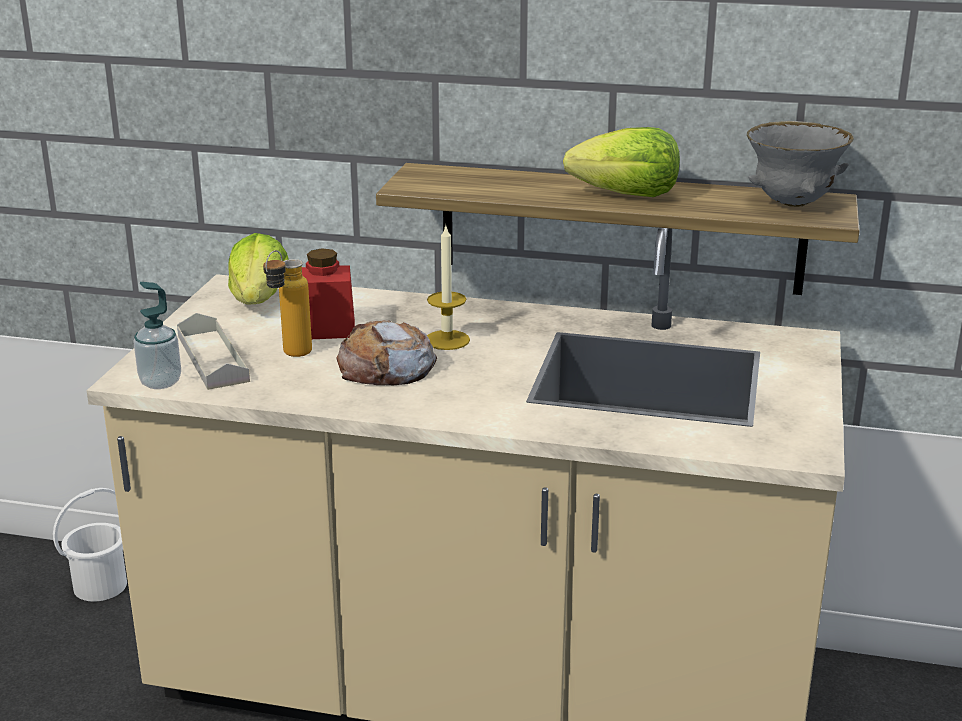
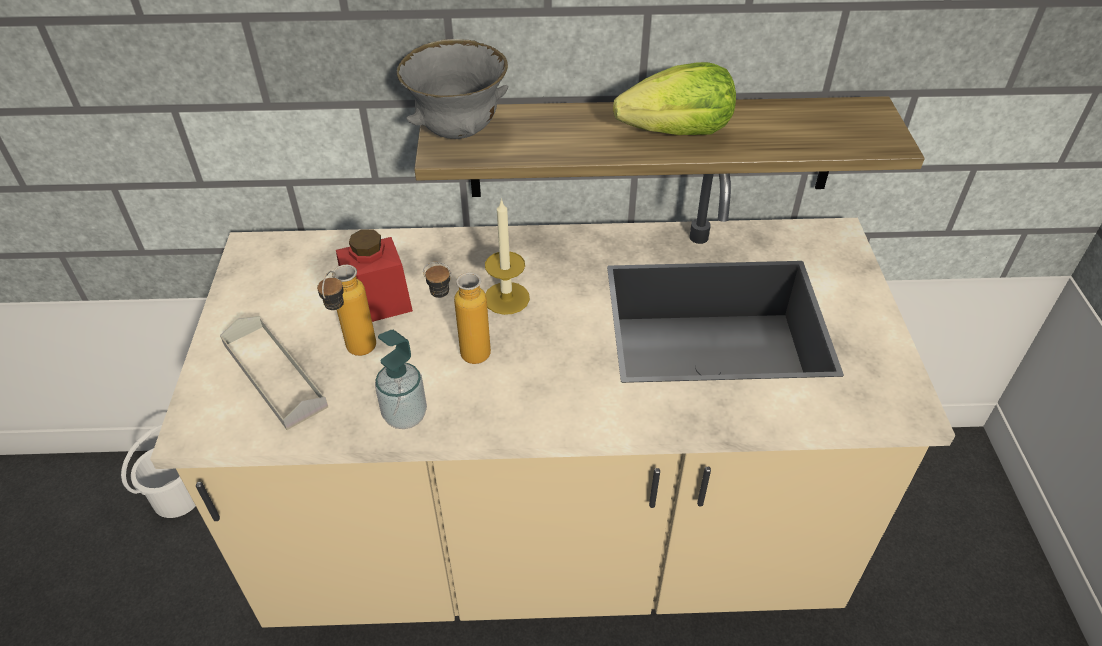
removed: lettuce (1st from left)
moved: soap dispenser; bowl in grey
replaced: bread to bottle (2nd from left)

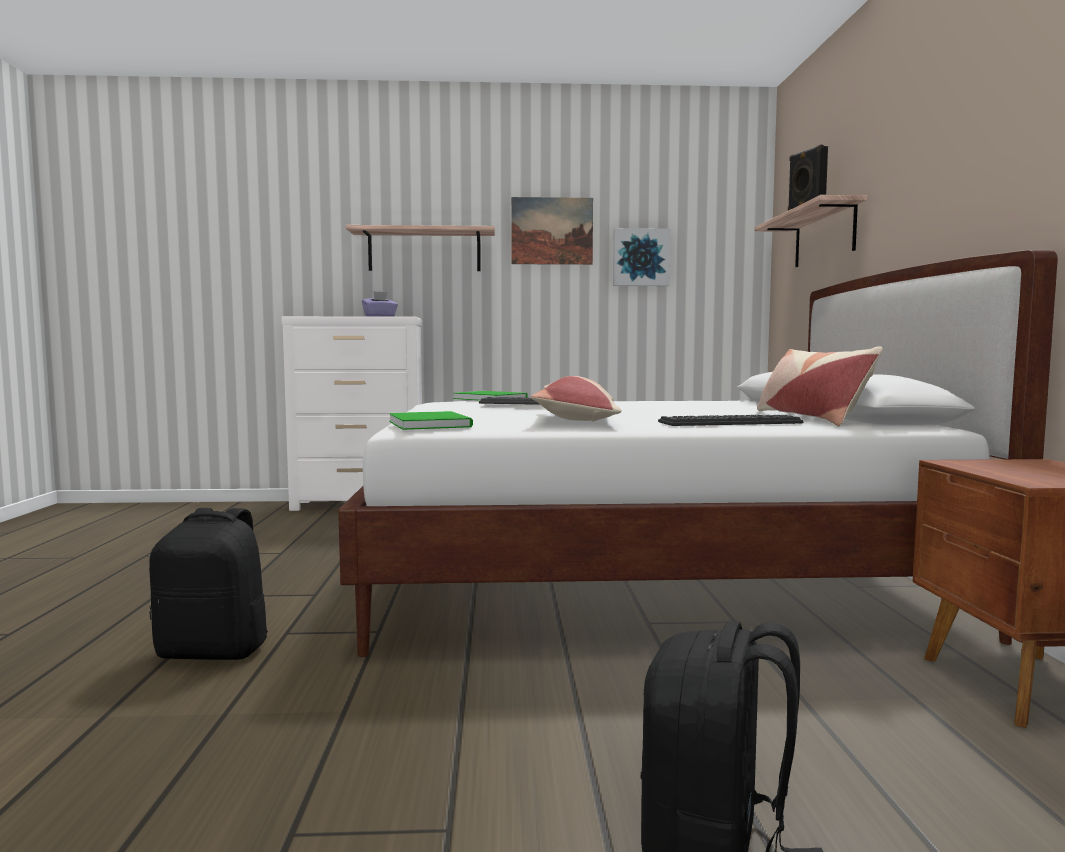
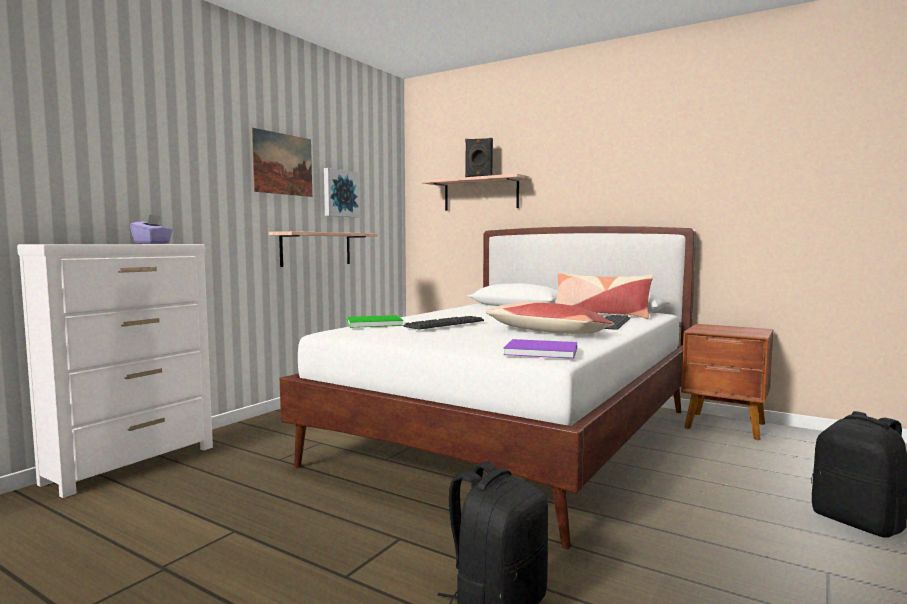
moved: shelf (1st from left)
recoloured: book in green (1st from left) to book in purple

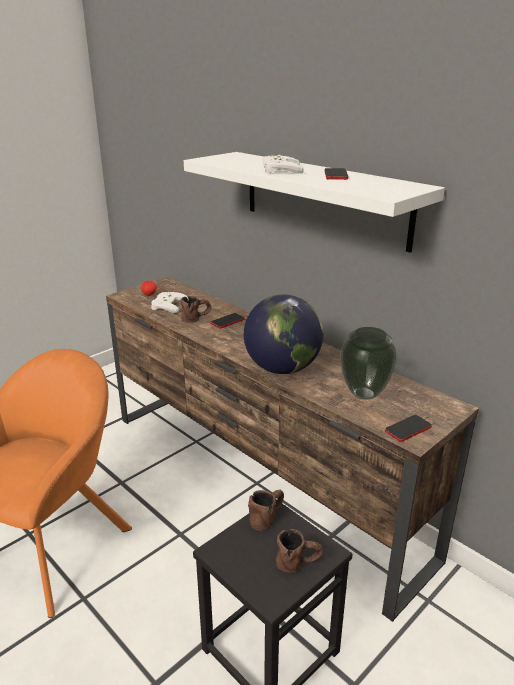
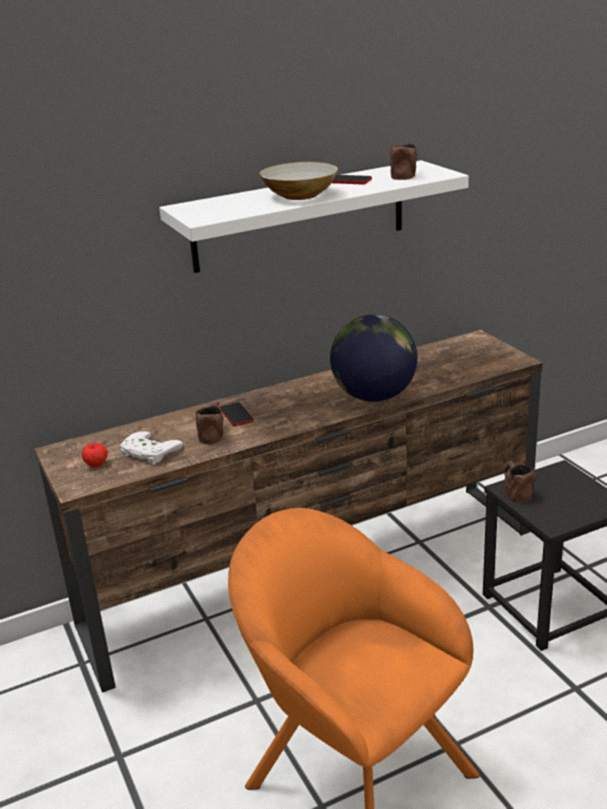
removed: vase; phone (3rd from left)
moved: mug in brown (3rd from left in the first image) to mug in brown (2nd from left)
replaced: game controller in white (2nd from left) to bowl

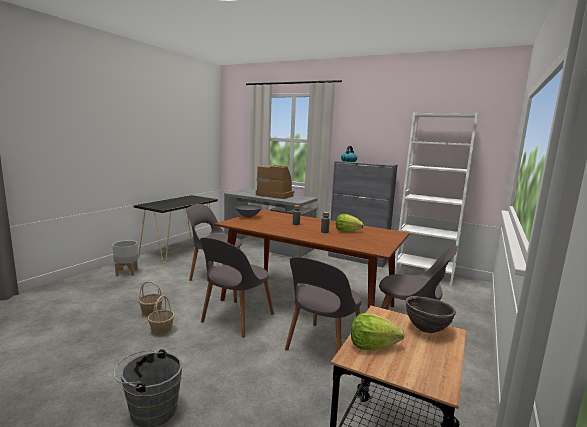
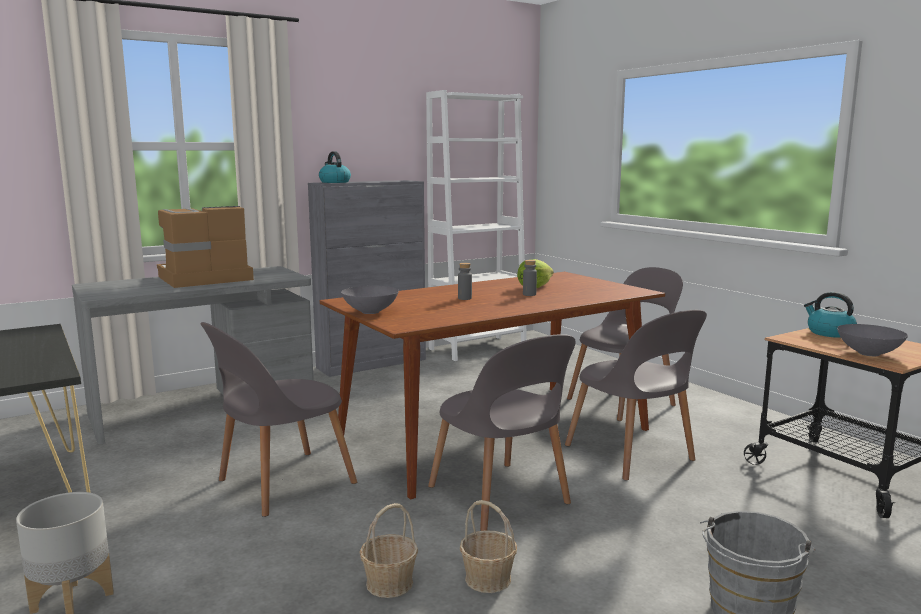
replaced: lettuce (2nd from left) to bowl in grey (2nd from left); bowl in brown to kettle (2nd from left)

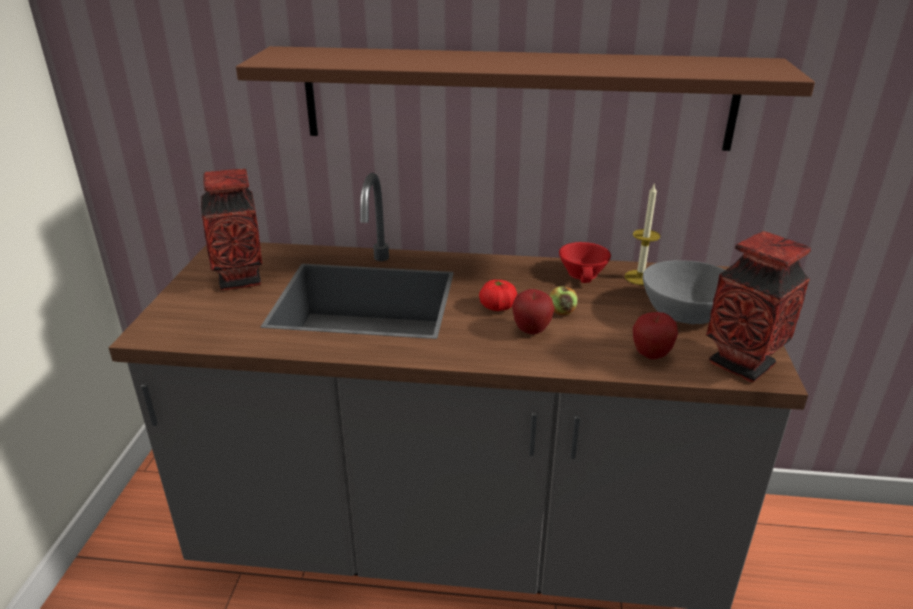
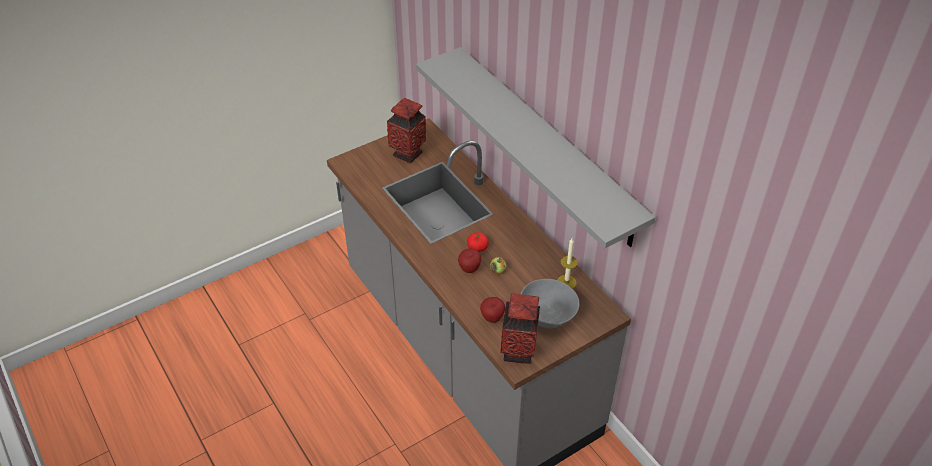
removed: cup in red
recoloured: shelf in brown to shelf in grey

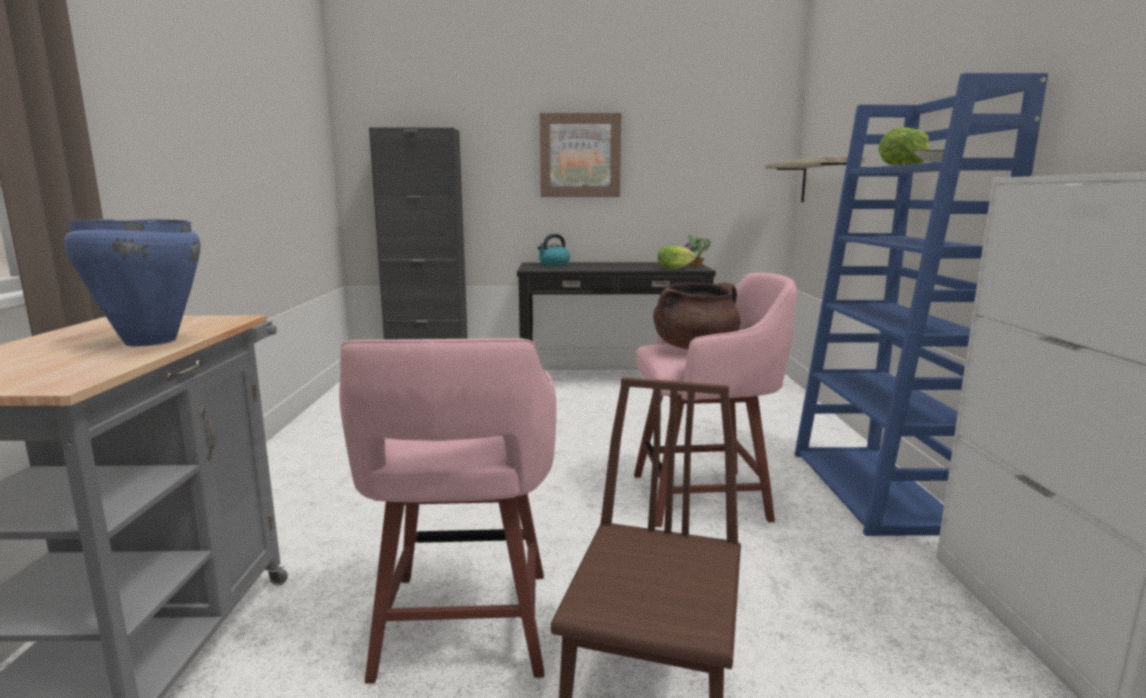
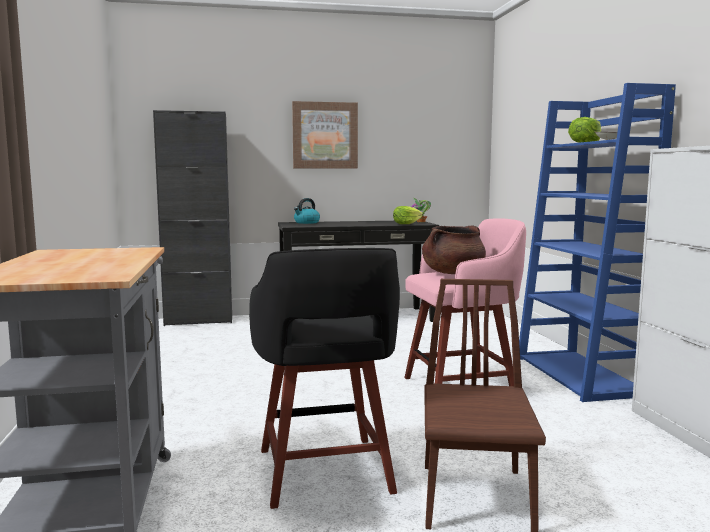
removed: cooking pot in blue; shelf
recoloured: stool in pink (1st from left) to stool in black

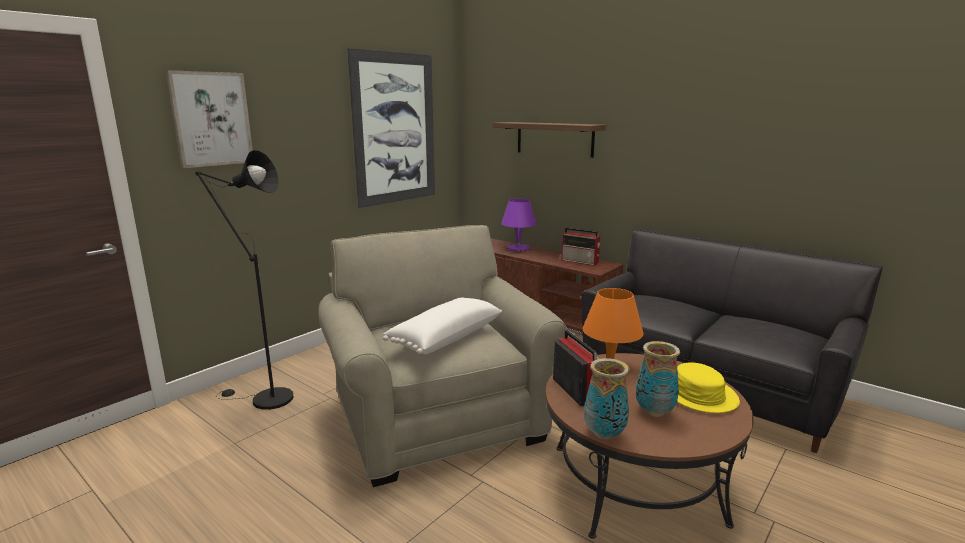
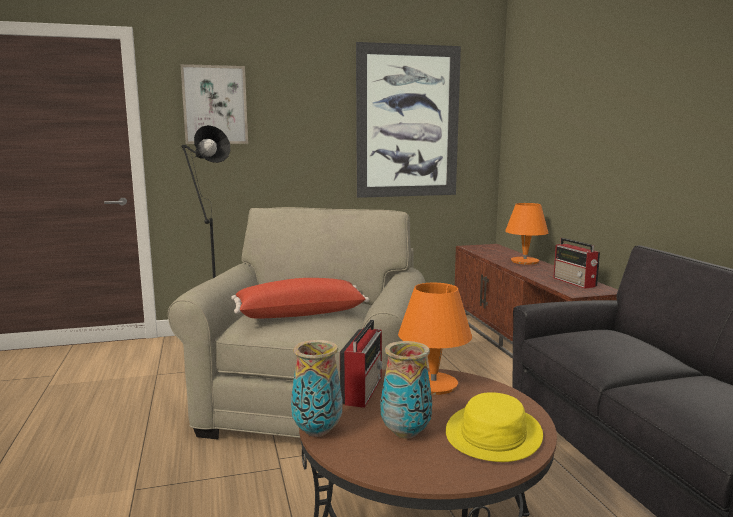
removed: shelf
recoloured: pillow in white to pillow in red; table lamp in purple to table lamp in orange (2nd from left)

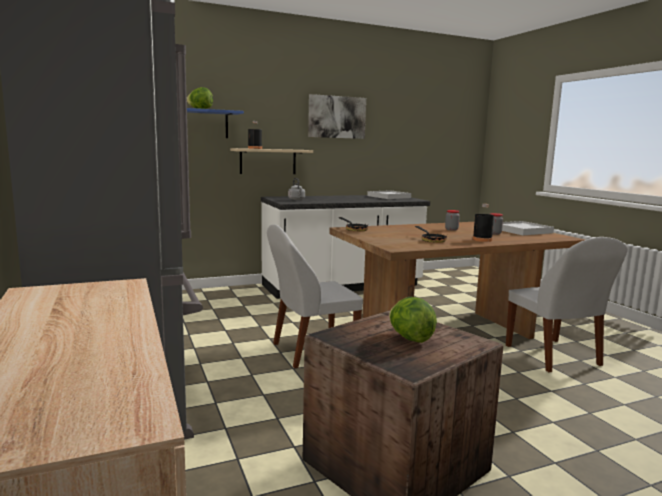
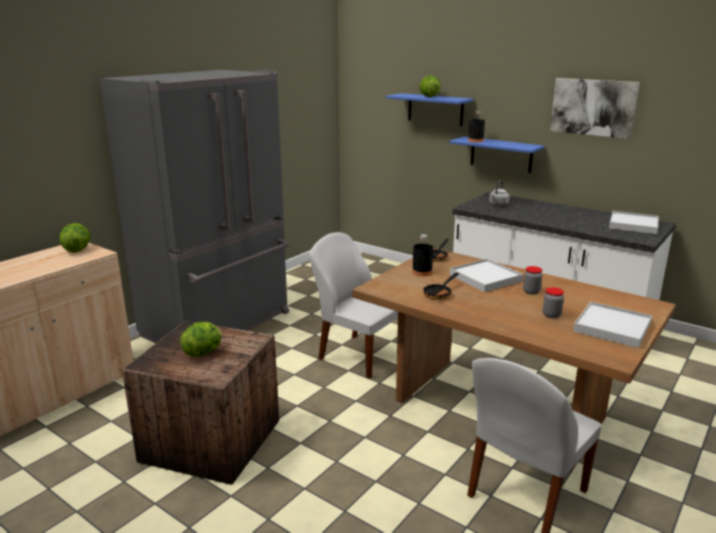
added: lettuce (1st from left); tray in white (1st from left)
moved: bottle in black (2nd from left in the first image) to bottle in black (1st from left)
recoloured: shelf in beige to shelf in blue (2nd from left)

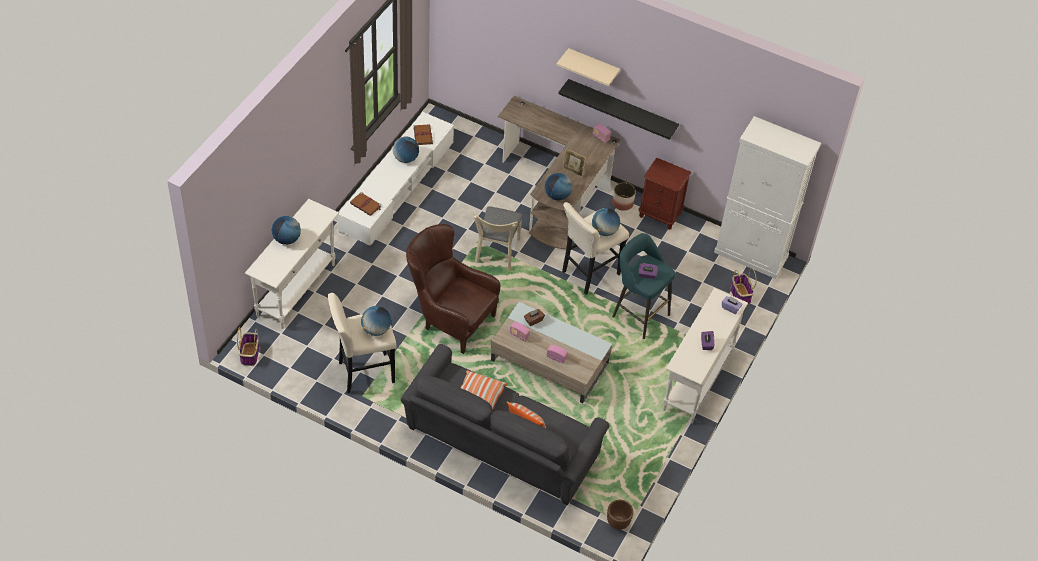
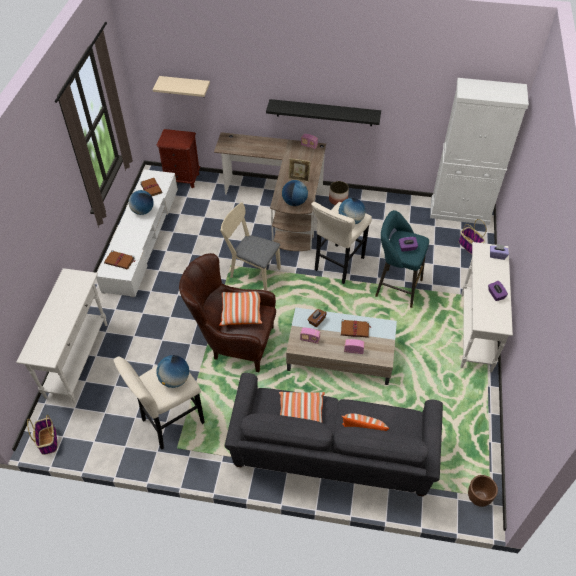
removed: globe (1st from left)
added: pillow (1st from left); book in brown (3rd from left)
moved: shelf in beige; nightstand in brown
turned: chair in beige 120 degrees clockwise

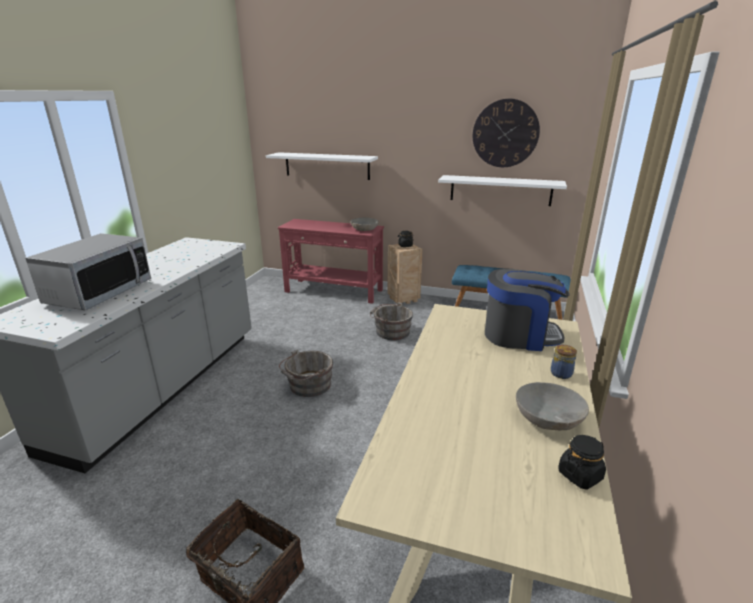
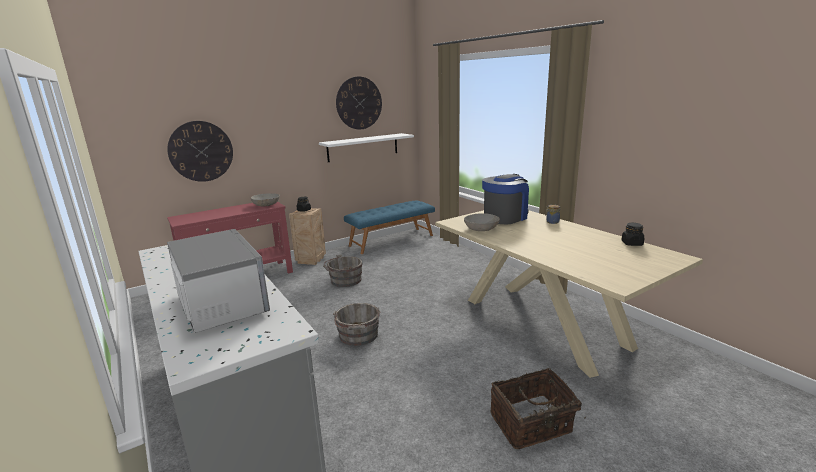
moved: bowl in grey (2nd from left)
replaced: shelf in white (1st from left) to wall clock (1st from left)

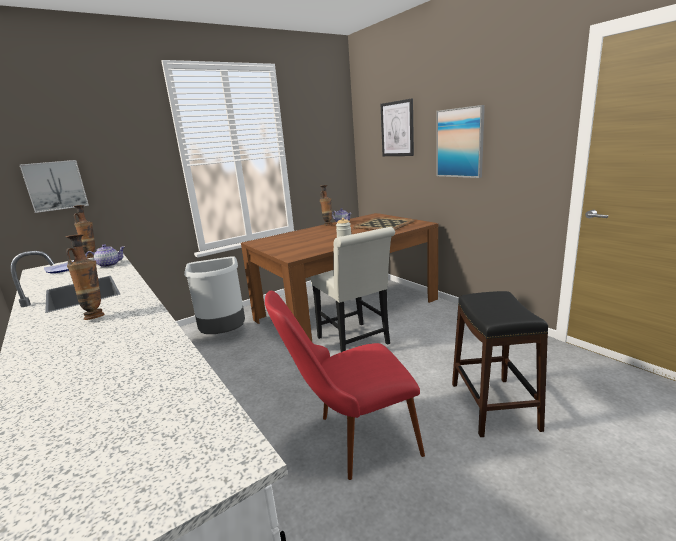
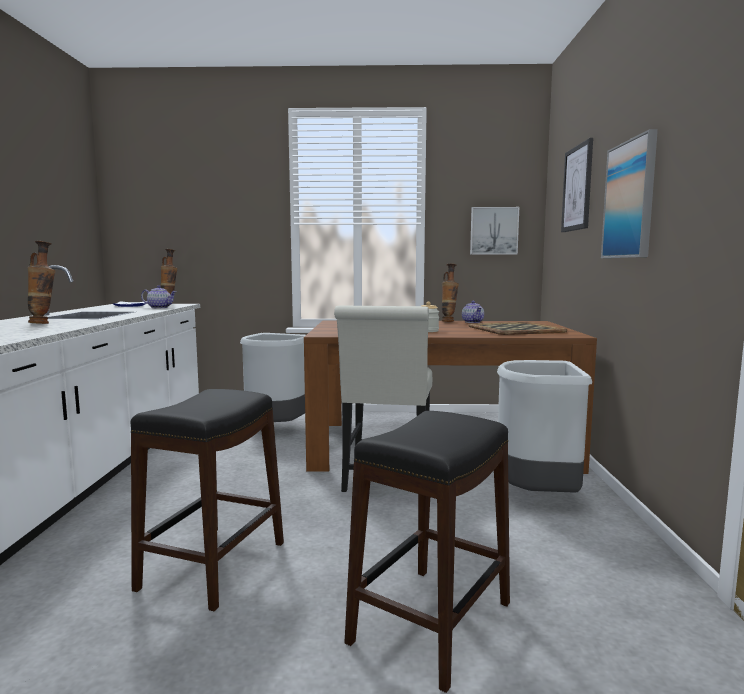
added: trash can in grey (2nd from left)
moved: picture (1st from left)
replaced: chair in red to stool in black (1st from left)

